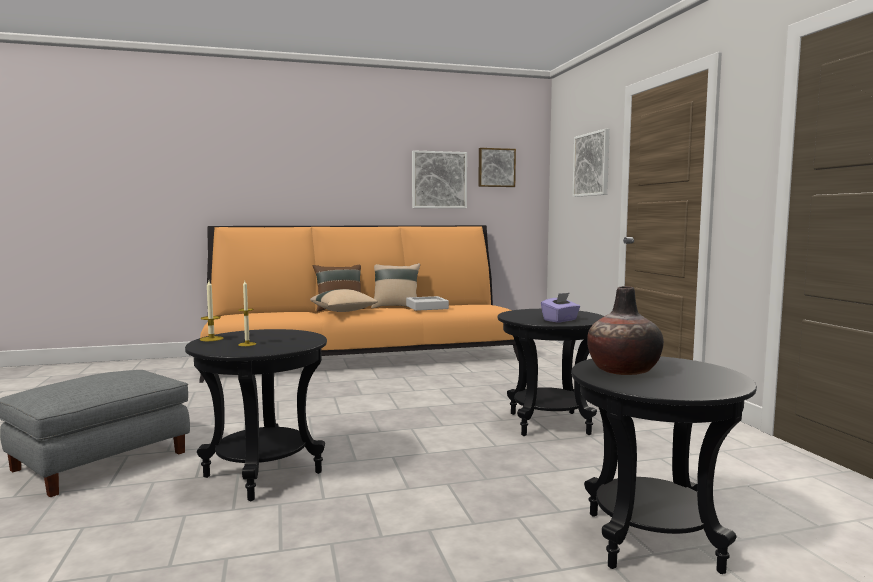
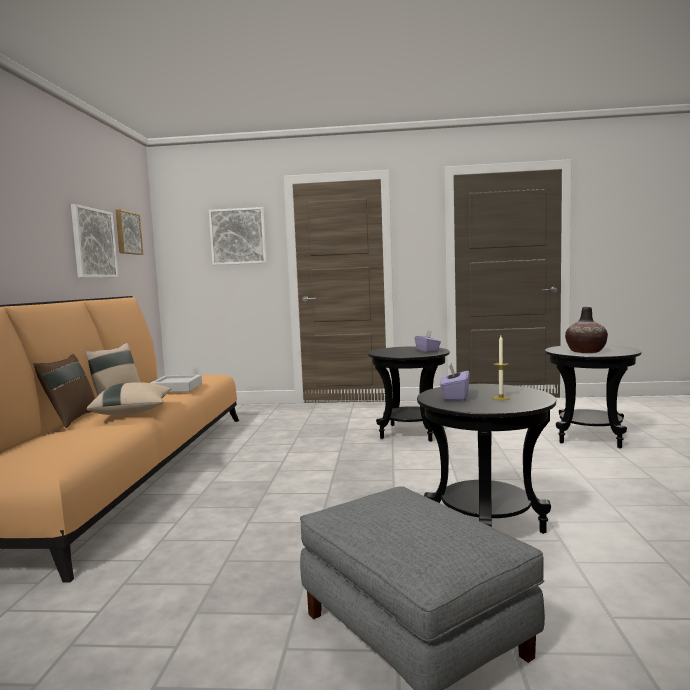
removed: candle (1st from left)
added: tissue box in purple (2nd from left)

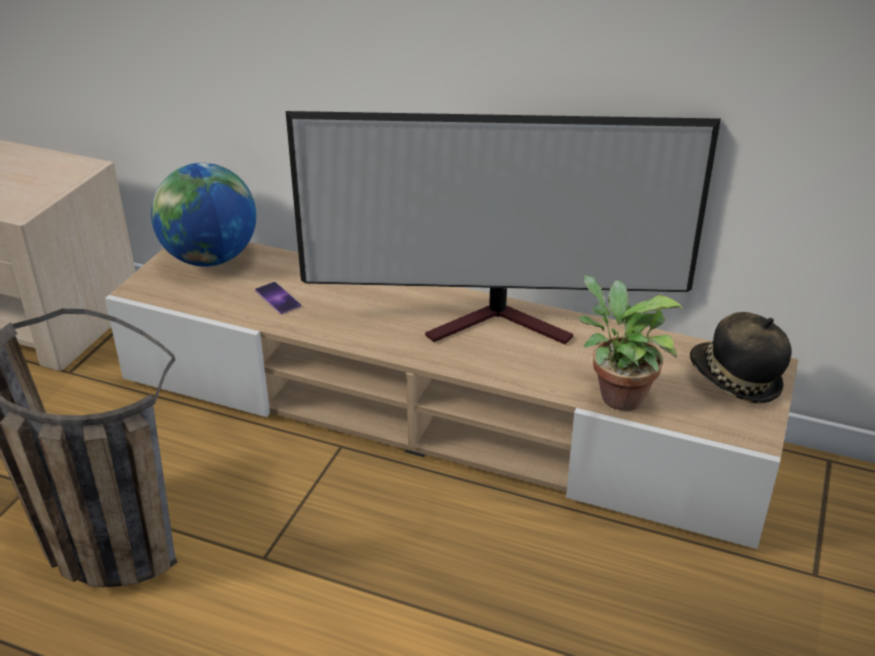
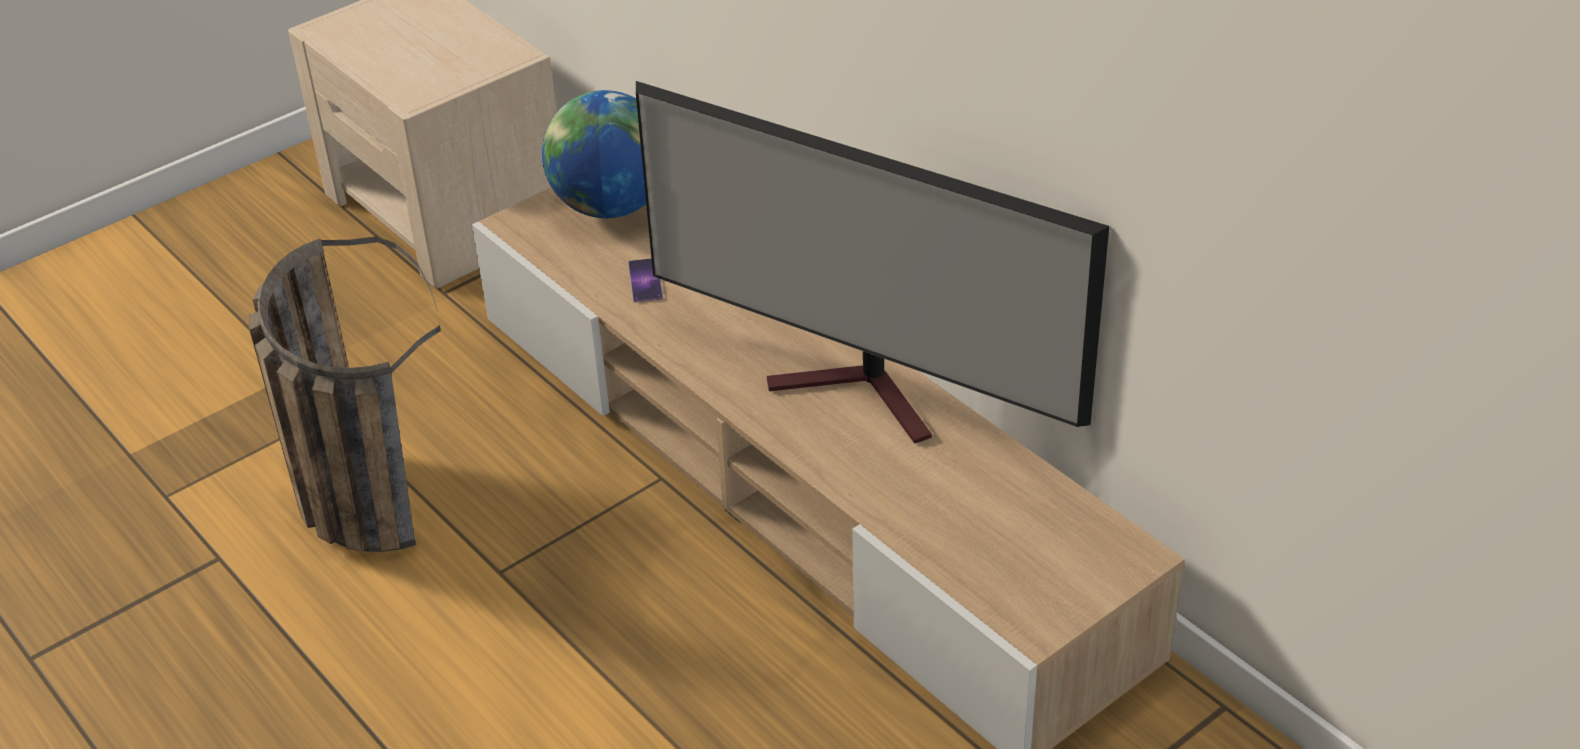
removed: potted plant; hat

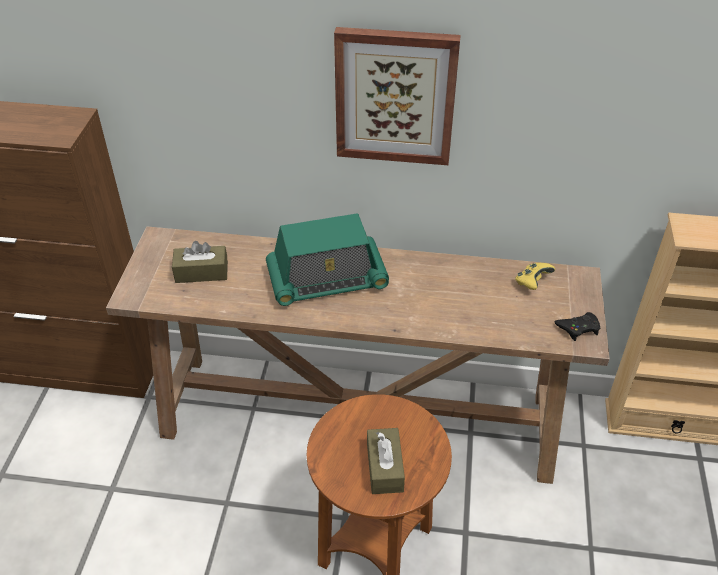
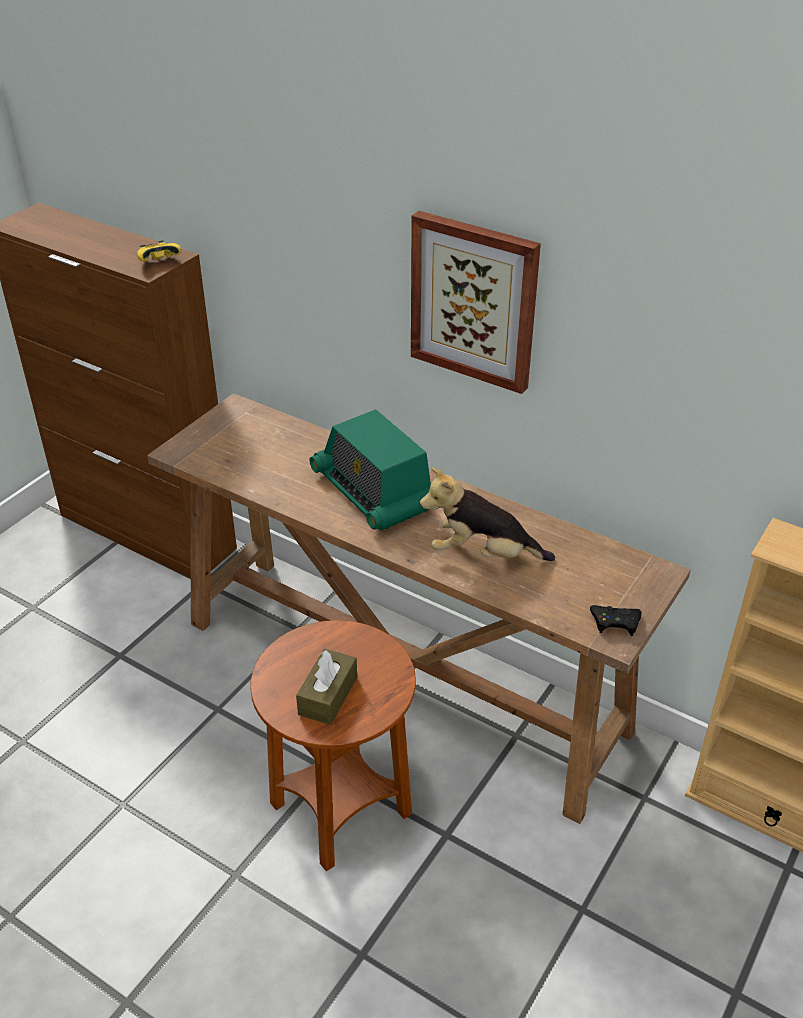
removed: tissue box in brown (1st from left)
added: plush toy
moved: game controller in yellow
turned: radio 45 degrees clockwise

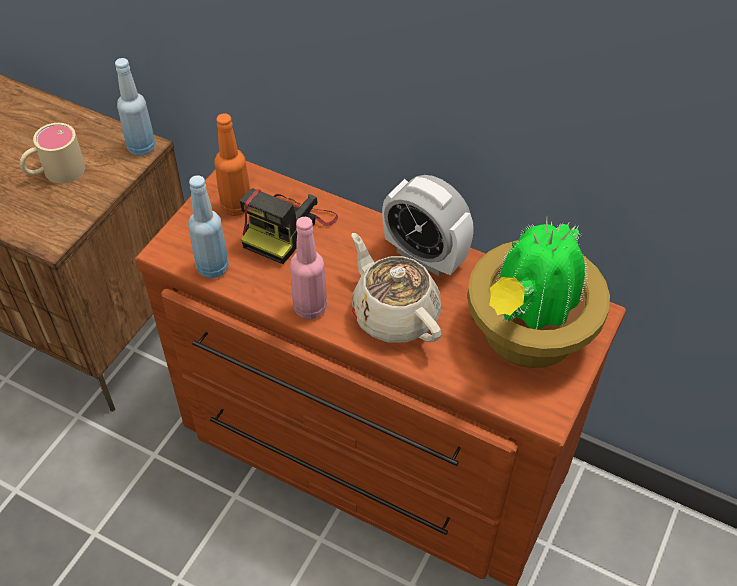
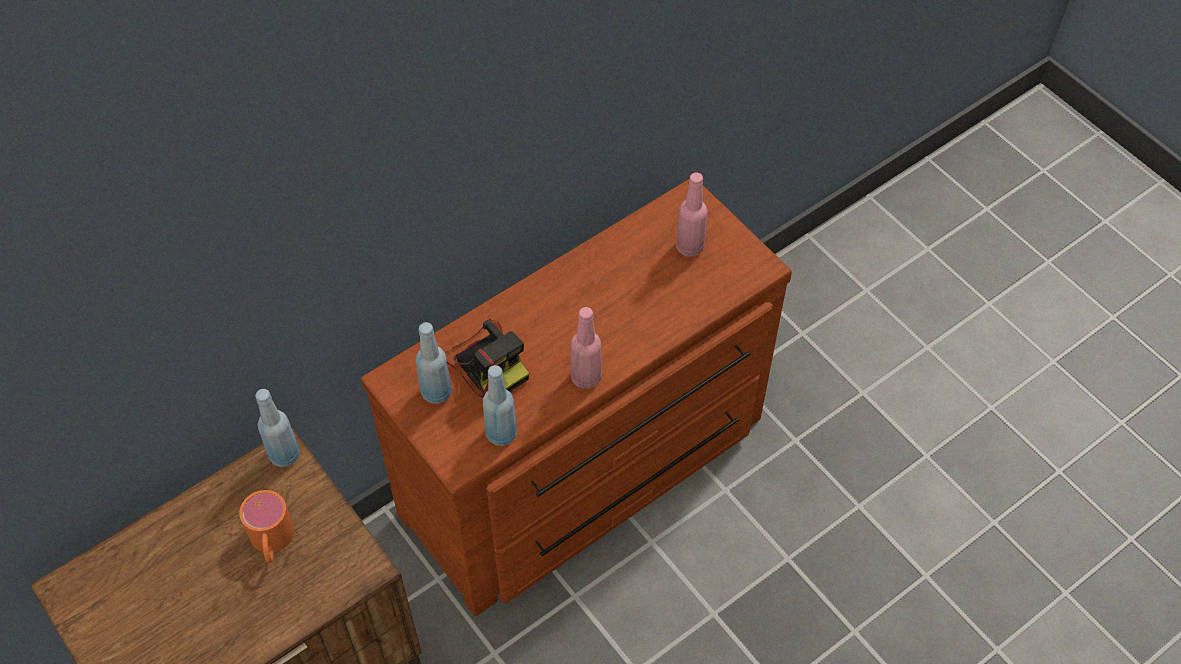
removed: teapot in beige; alarm clock
replaced: potted plant to bottle in pink (2nd from left)
recoloured: mug in beige to mug in orange; bottle in orange to bottle in blue (2nd from left)

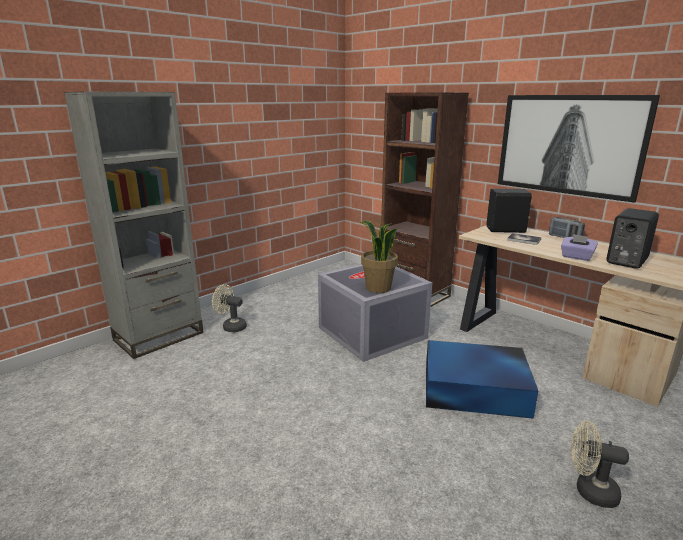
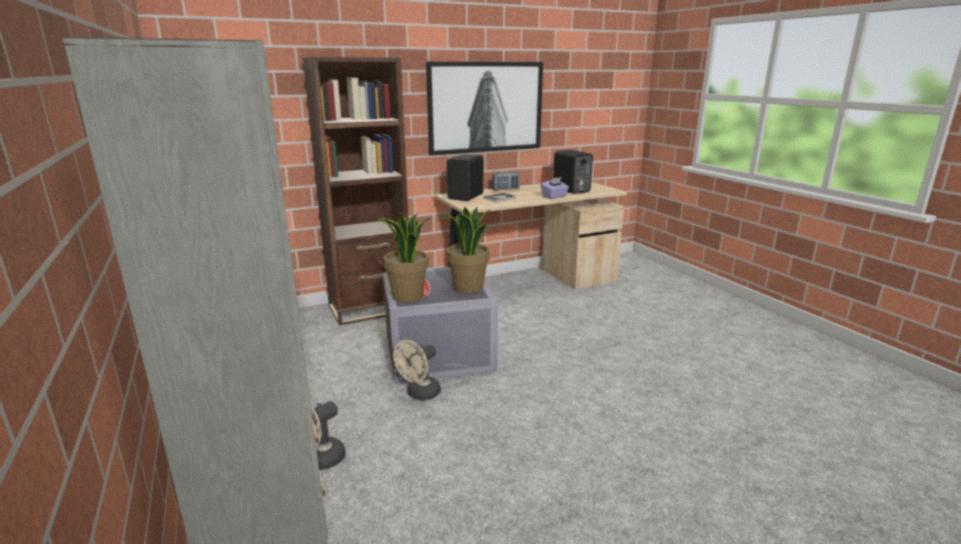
removed: storage box in blue
added: potted plant (1st from left)
moved: fan in beige (2nd from left)

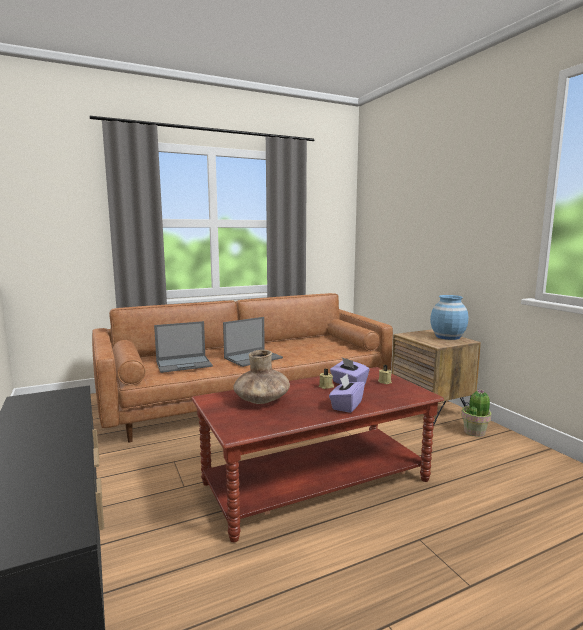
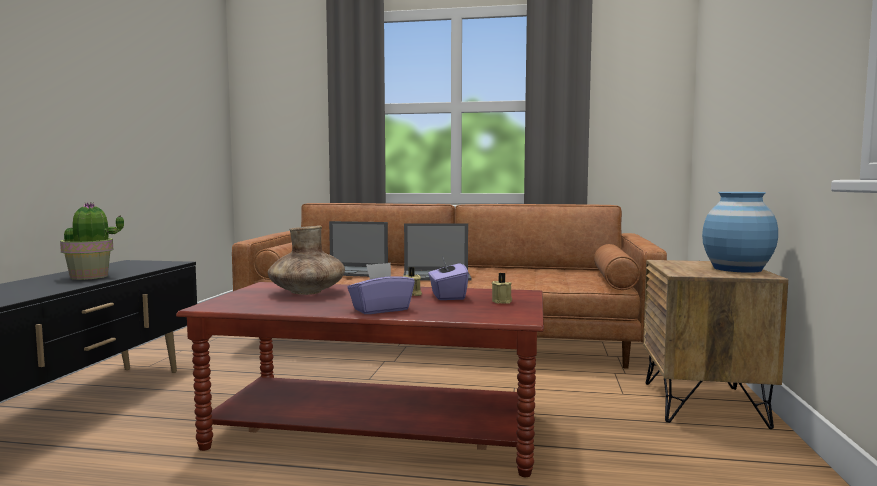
moved: potted plant

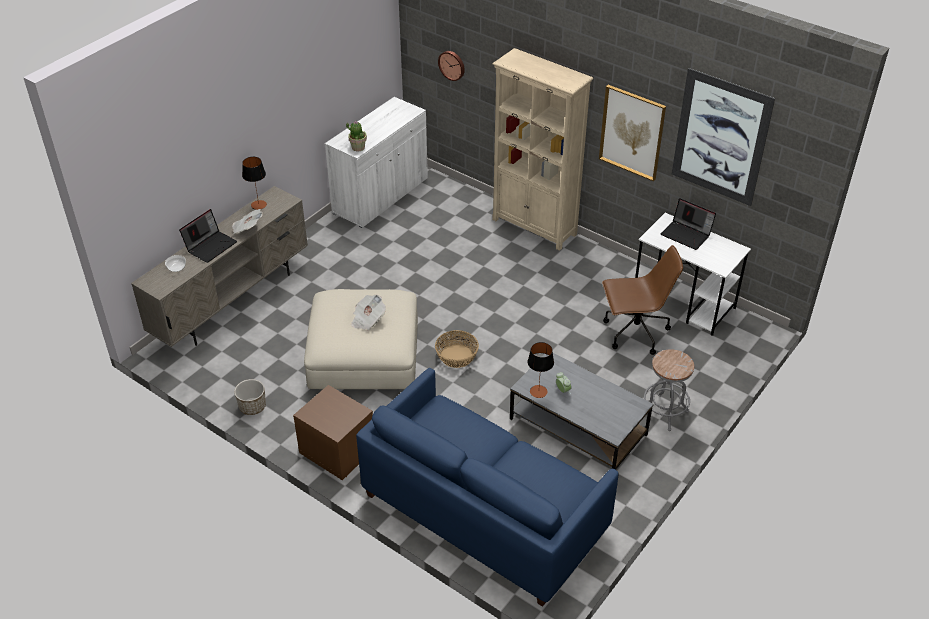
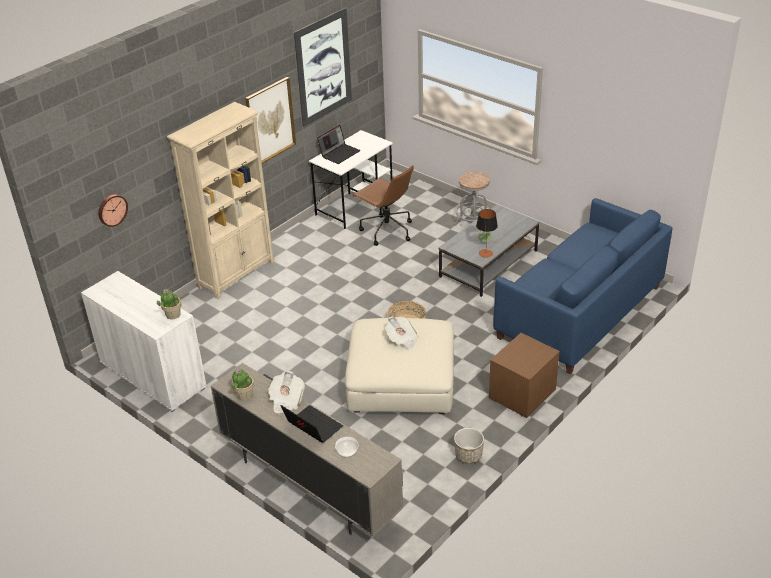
replaced: table lamp (1st from left) to potted plant (2nd from left)
turned: office chair in brown 135 degrees clockwise

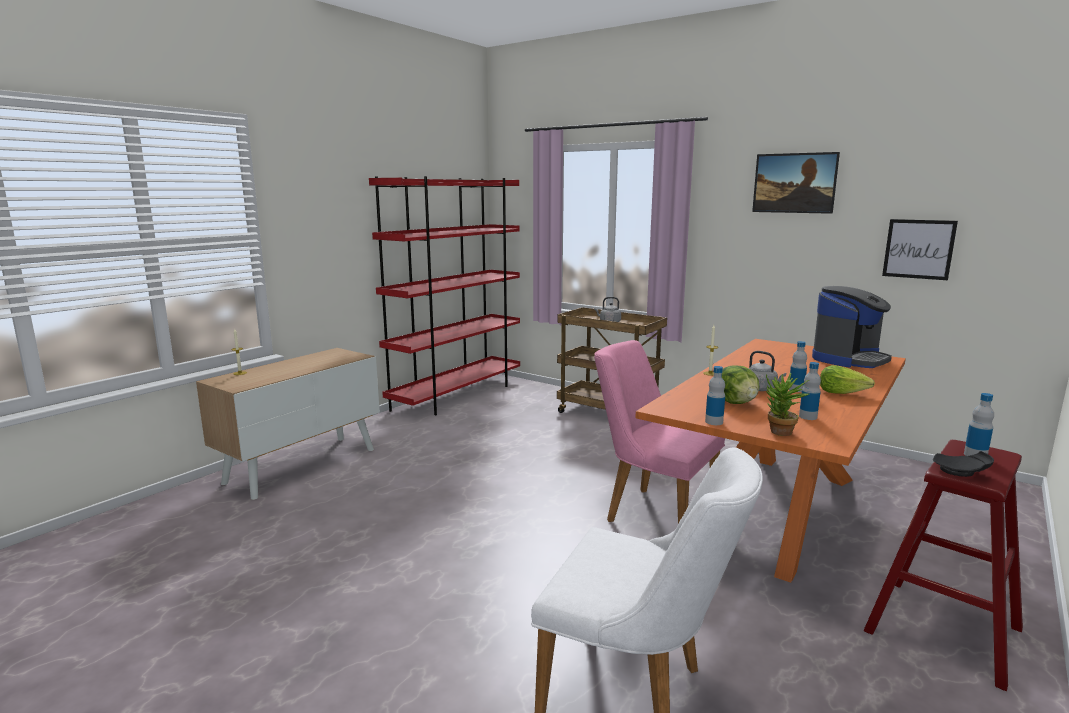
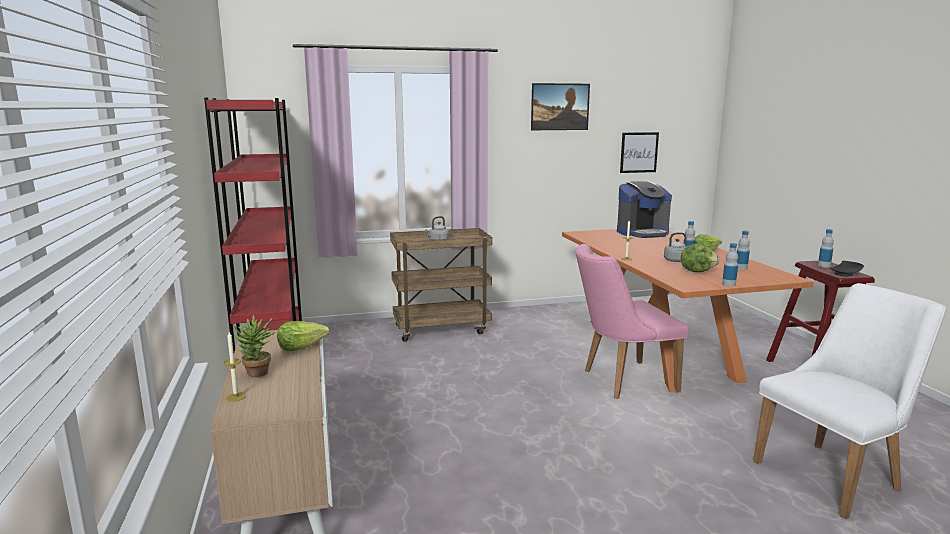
added: lettuce (1st from left)
moved: potted plant
turned: coffee machine 75 degrees clockwise

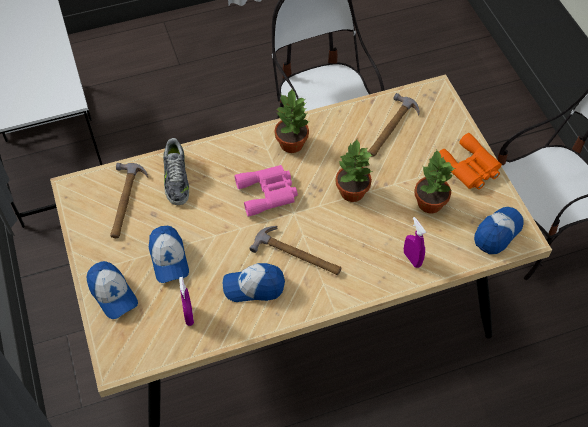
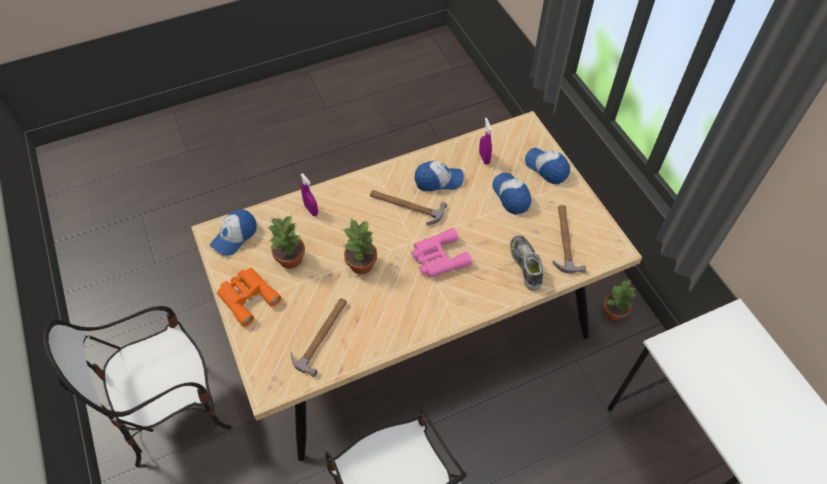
moved: potted plant (1st from left in the first image) to potted plant (3rd from left)

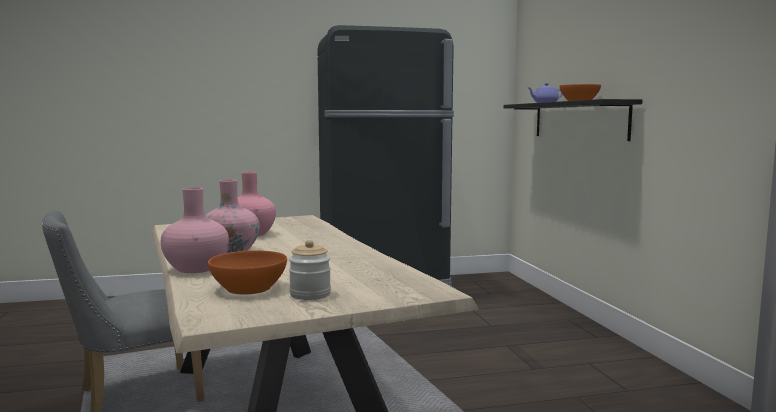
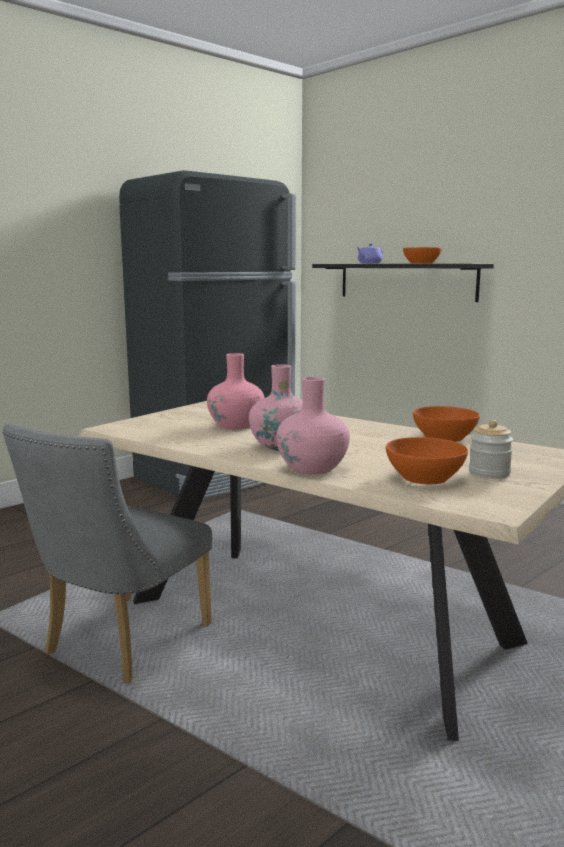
added: bowl in orange (3rd from left)

